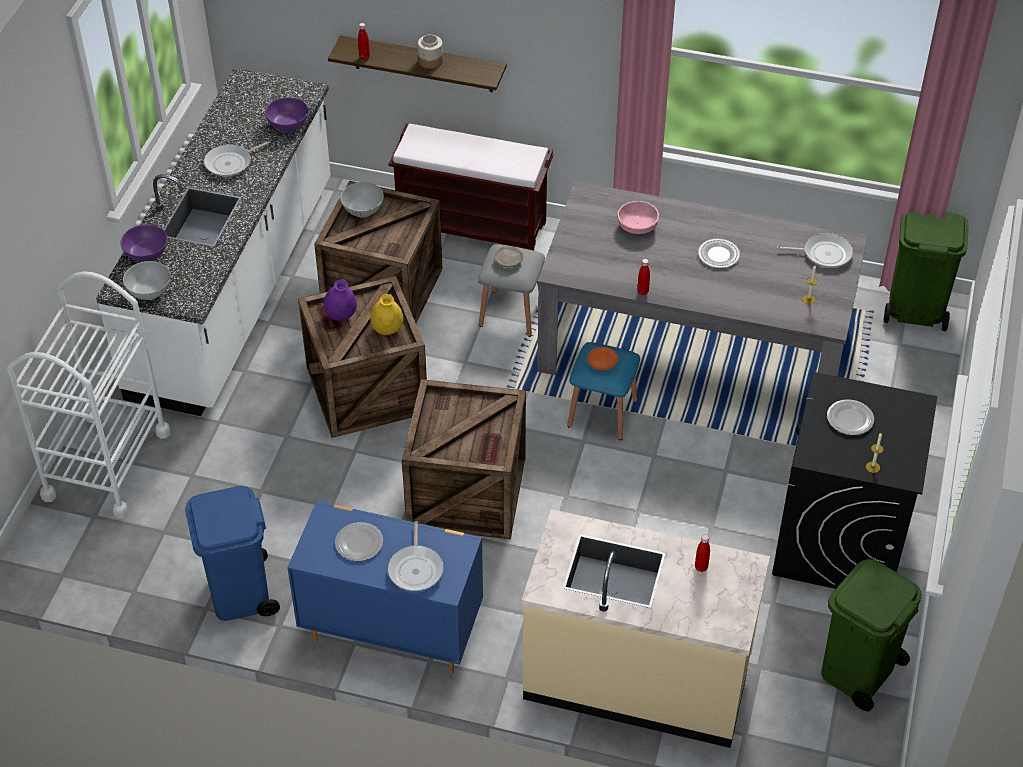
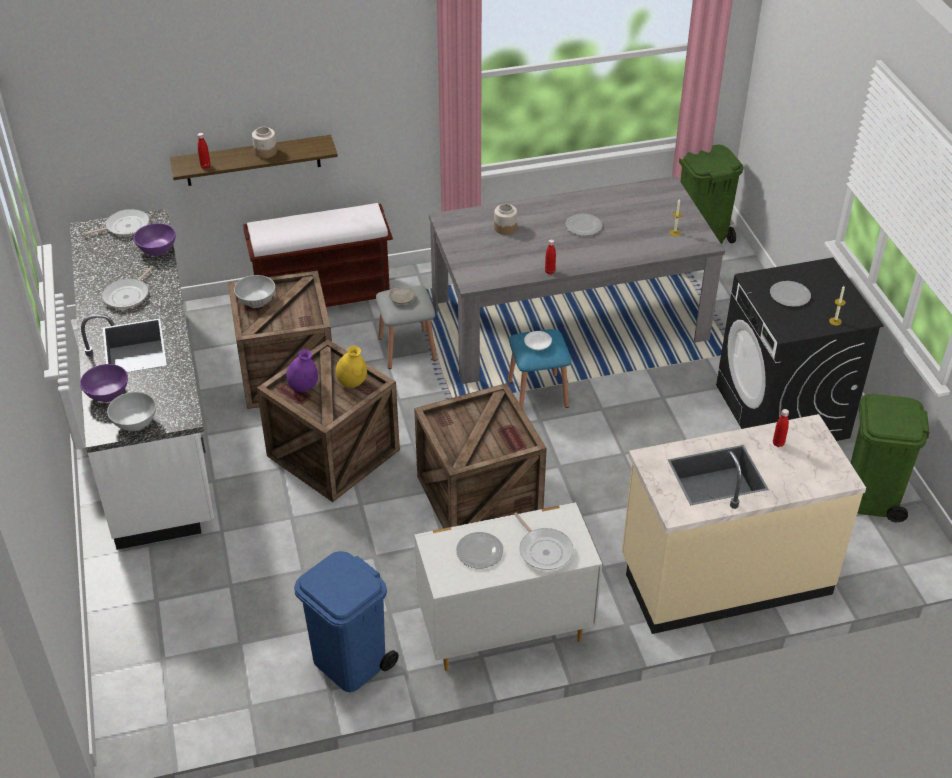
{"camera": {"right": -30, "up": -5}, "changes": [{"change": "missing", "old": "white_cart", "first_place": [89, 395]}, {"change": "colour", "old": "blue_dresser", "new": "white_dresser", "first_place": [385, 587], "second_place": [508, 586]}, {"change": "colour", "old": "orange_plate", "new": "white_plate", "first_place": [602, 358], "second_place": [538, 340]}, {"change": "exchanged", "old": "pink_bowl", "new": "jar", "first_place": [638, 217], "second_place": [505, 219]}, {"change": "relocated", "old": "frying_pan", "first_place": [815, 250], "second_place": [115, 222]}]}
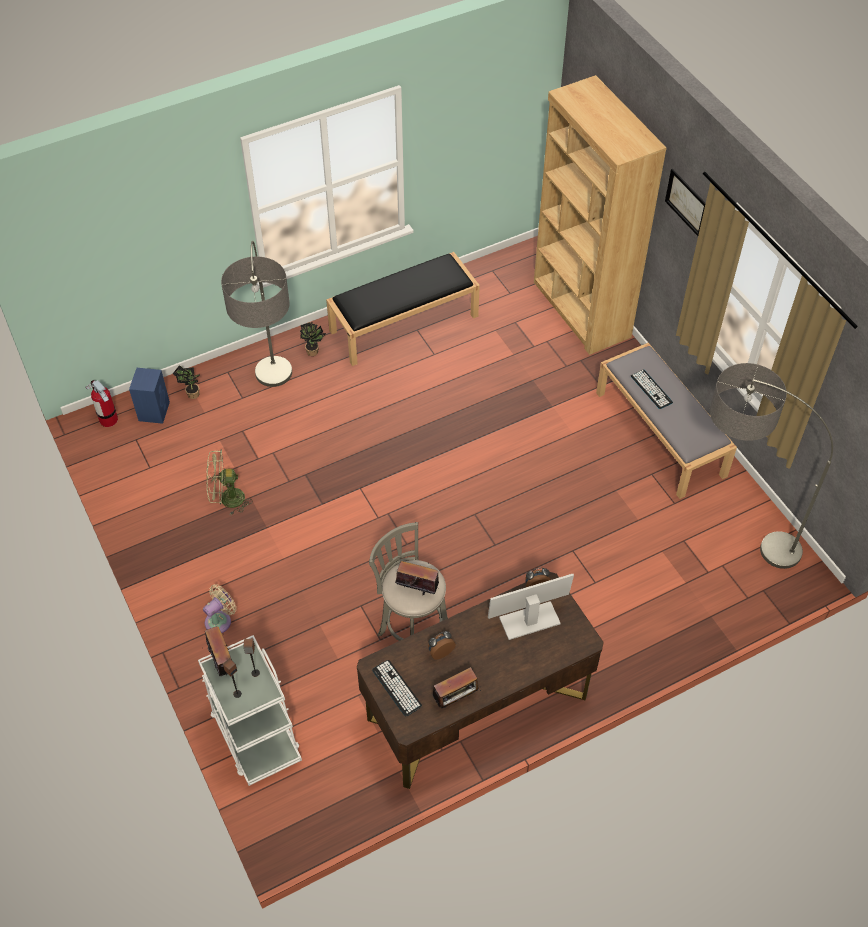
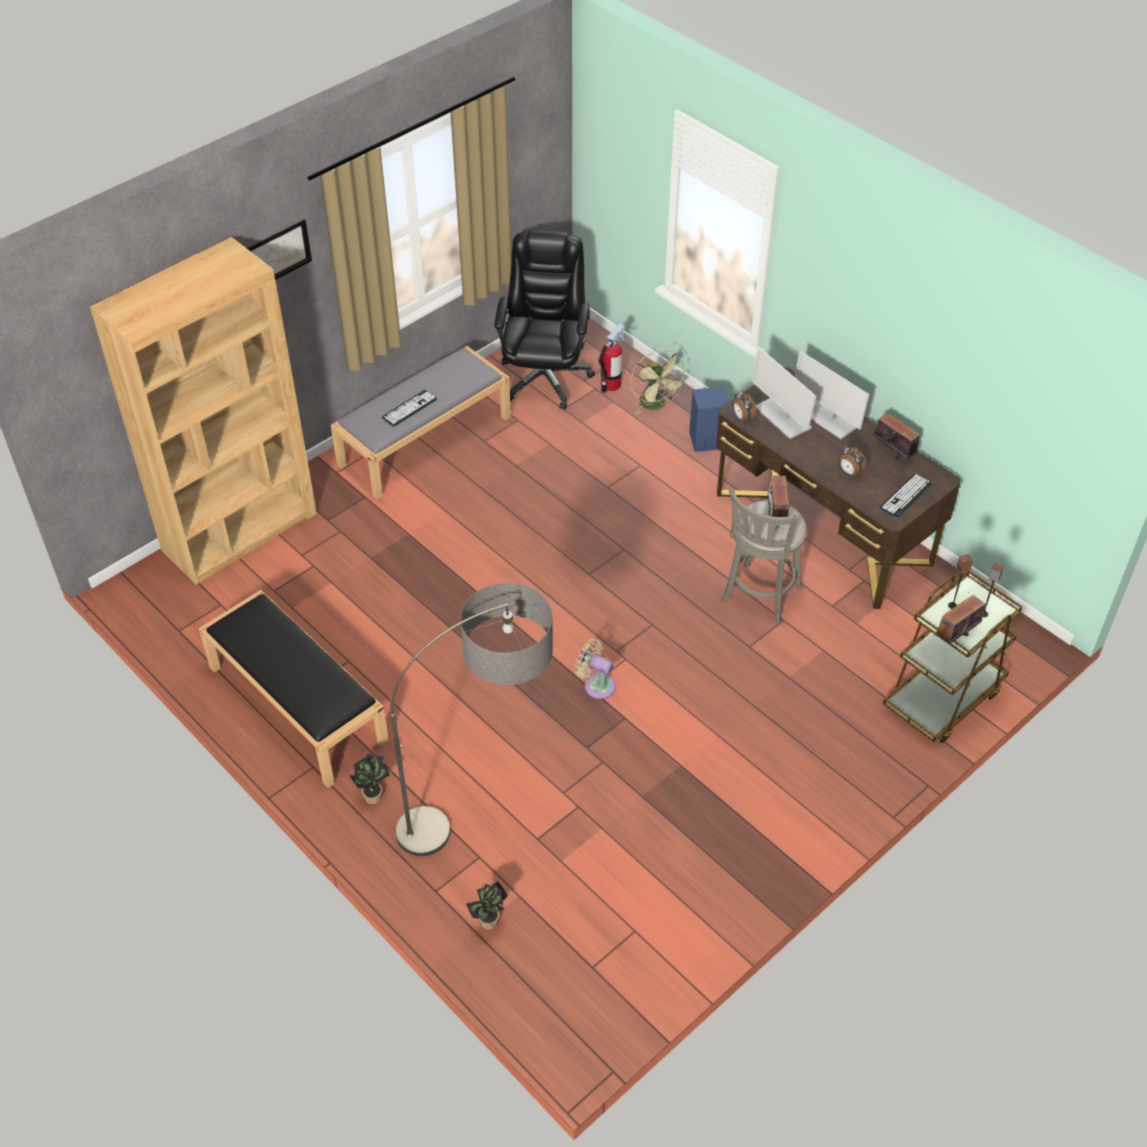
{"camera": {"right": -105, "up": -5}, "changes": [{"change": "relocated", "old": "fire_extinguisher", "first_place": [101, 403], "second_place": [612, 358]}, {"change": "relocated", "old": "blue_speaker", "first_place": [149, 396], "second_place": [709, 419]}, {"change": "colour", "old": "white_cart", "new": "brown_cart", "first_place": [250, 710], "second_place": [953, 657]}, {"change": "relocated", "old": "beige_fan", "first_place": [219, 608], "second_place": [595, 669]}, {"change": "relocated", "old": "green_fan", "first_place": [229, 482], "second_place": [658, 382]}, {"change": "exchanged", "old": "floor_lamp", "new": "black_office_chair", "first_place": [771, 466], "second_place": [544, 320]}, {"change": "appeared", "new": "monitor", "second_place": [832, 395]}]}
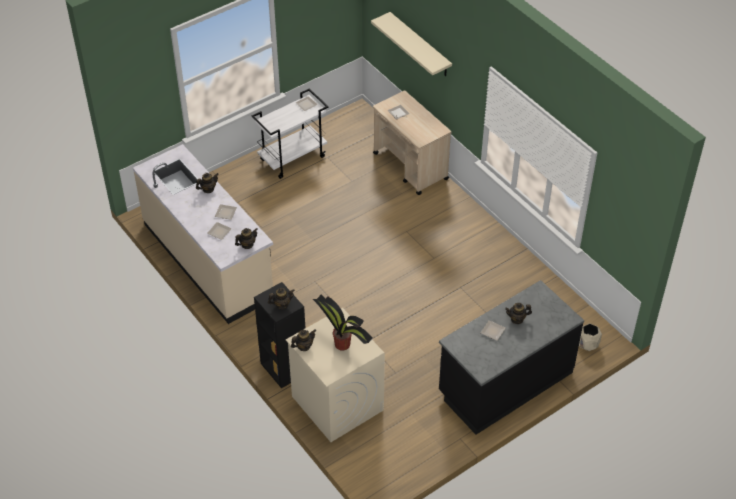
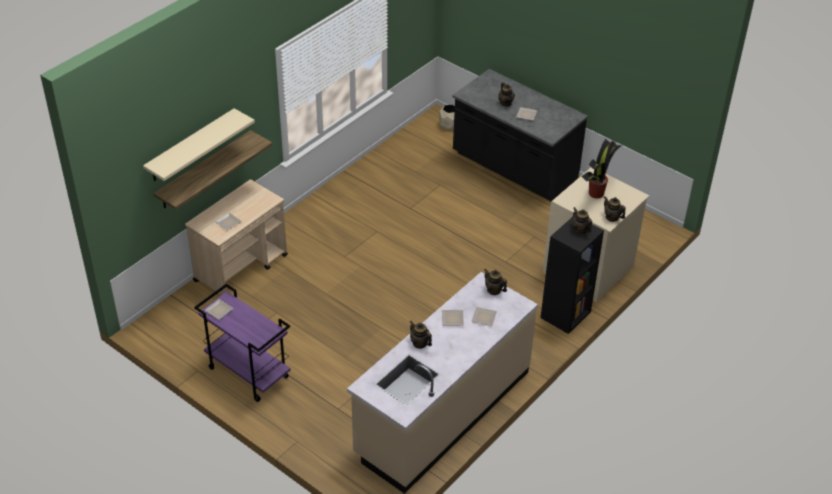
{"camera": {"right": -105, "up": -5}, "changes": [{"change": "colour", "old": "white_cart", "new": "purple_cart", "first_place": [290, 133], "second_place": [242, 343]}, {"change": "appeared", "new": "shelf", "second_place": [213, 170]}]}
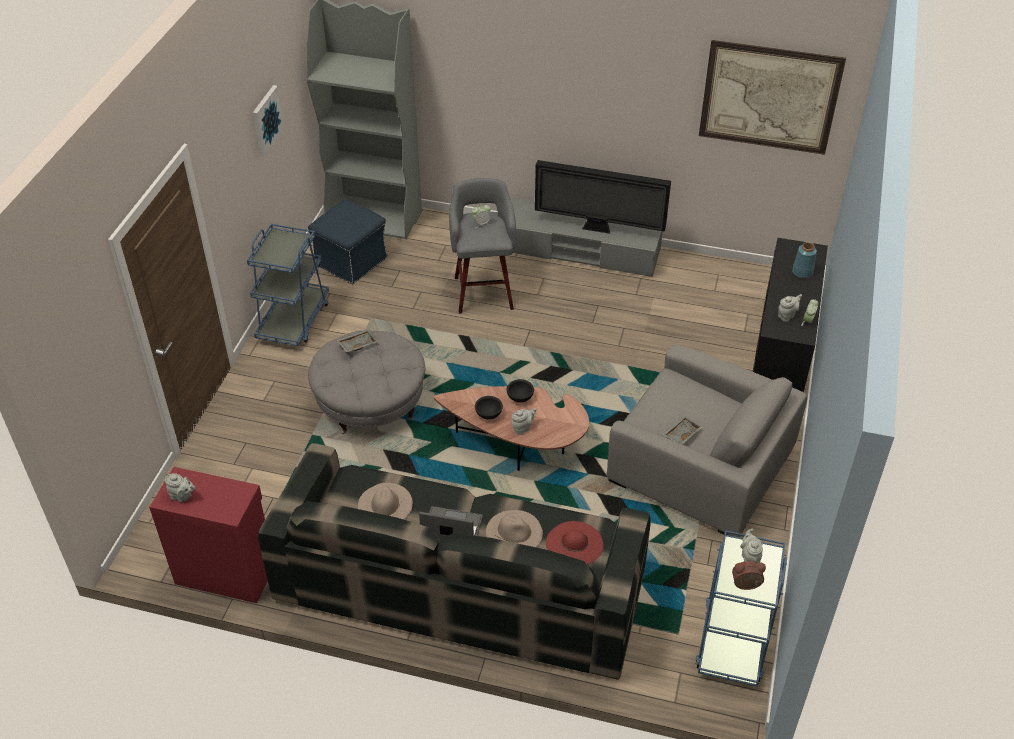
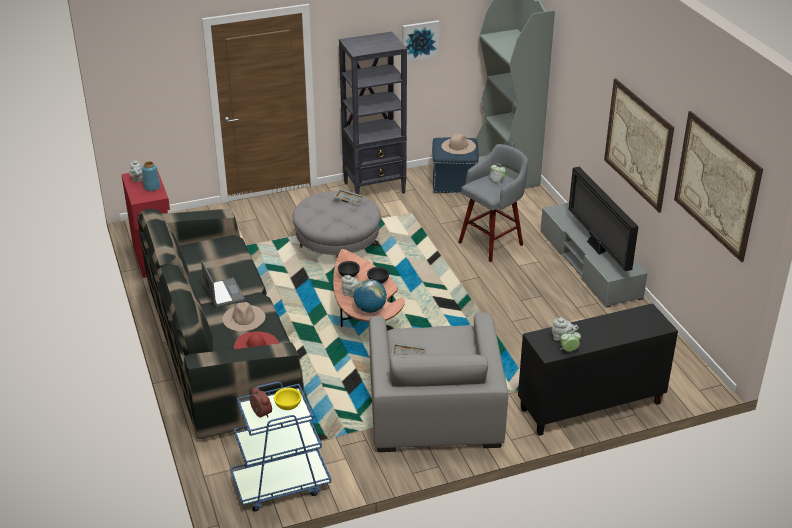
{"camera": {"right": 55, "up": -10}, "changes": [{"change": "exchanged", "old": "blue_cart", "new": "black_bookcase", "first_place": [288, 285], "second_place": [373, 112]}, {"change": "relocated", "old": "beige_hat", "first_place": [385, 501], "second_place": [458, 144]}, {"change": "exchanged", "old": "grey_teapot", "new": "yellow_bowl", "first_place": [751, 546], "second_place": [287, 399]}, {"change": "relocated", "old": "blue_vase", "first_place": [804, 260], "second_place": [151, 176]}, {"change": "appeared", "new": "globe", "second_place": [370, 296]}, {"change": "appeared", "new": "picture", "second_place": [639, 146]}]}
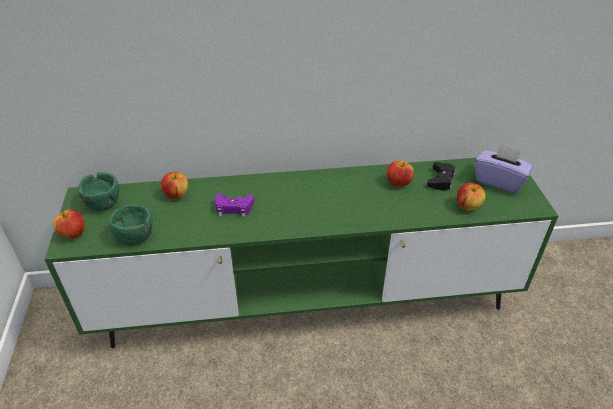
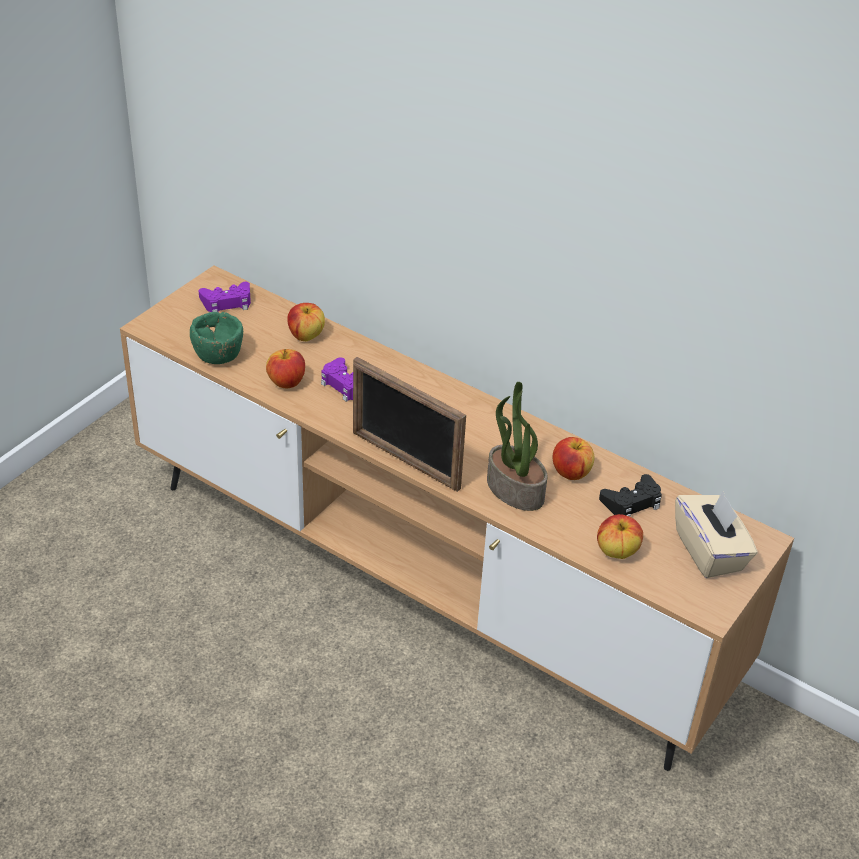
{"camera": {"right": 40, "up": 0}, "changes": [{"change": "colour", "old": "green_tv_stand", "new": "brown_tv_stand", "first_place": [301, 253], "second_place": [457, 518]}, {"change": "relocated", "old": "apple", "first_place": [69, 224], "second_place": [285, 368]}, {"change": "exchanged", "old": "green_bowl", "new": "purple_game_controller", "first_place": [98, 191], "second_place": [225, 297]}, {"change": "colour", "old": "purple_tissue_box", "new": "beige_tissue_box", "first_place": [504, 168], "second_place": [716, 534]}, {"change": "appeared", "new": "picture_frame", "second_place": [409, 424]}, {"change": "appeared", "new": "potted_plant", "second_place": [517, 446]}]}
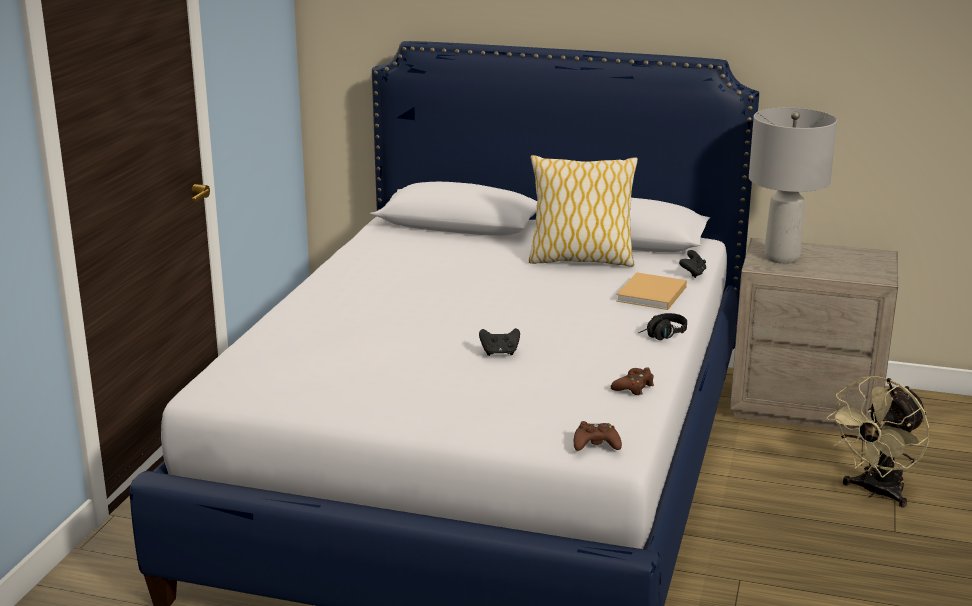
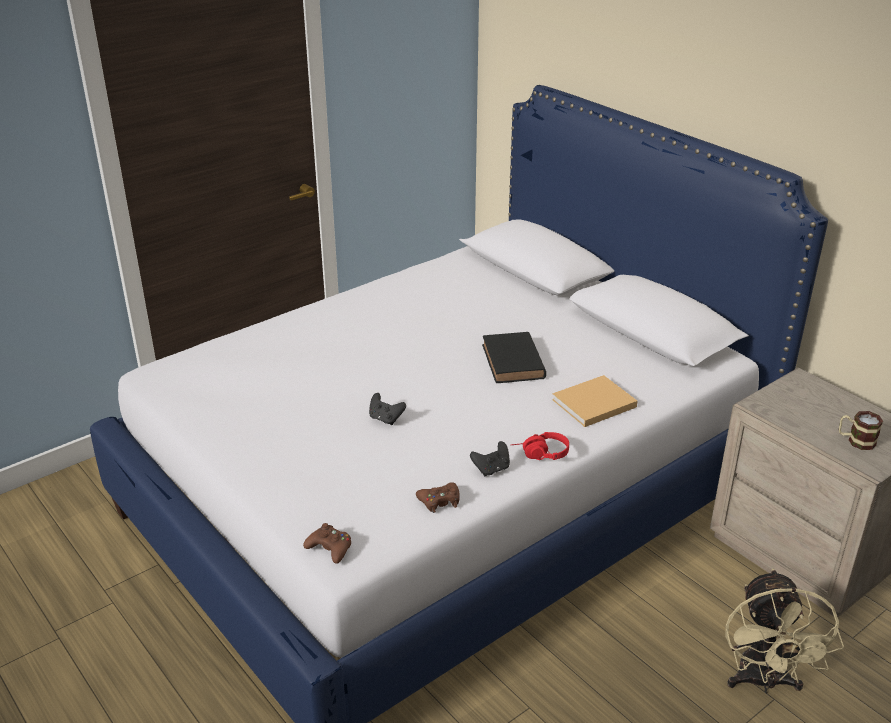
{"camera": {"right": 35, "up": 10}, "changes": [{"change": "missing", "old": "pillow", "first_place": [583, 211]}, {"change": "colour", "old": "black_headphones", "new": "red_headphones", "first_place": [662, 326], "second_place": [540, 446]}, {"change": "relocated", "old": "black_game_controller", "first_place": [692, 264], "second_place": [490, 458]}, {"change": "missing", "old": "grey_table_lamp", "first_place": [793, 186]}, {"change": "spun", "old": "beige_fan", "first_place": [877, 441], "second_place": [784, 631], "degrees": -75}, {"change": "appeared", "new": "black_book", "second_place": [514, 357]}, {"change": "appeared", "new": "mug", "second_place": [861, 430]}]}
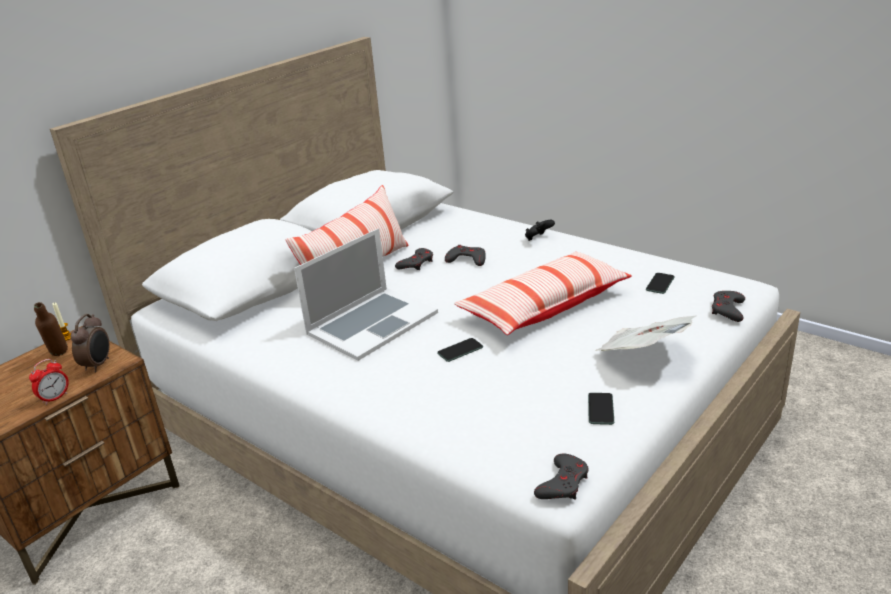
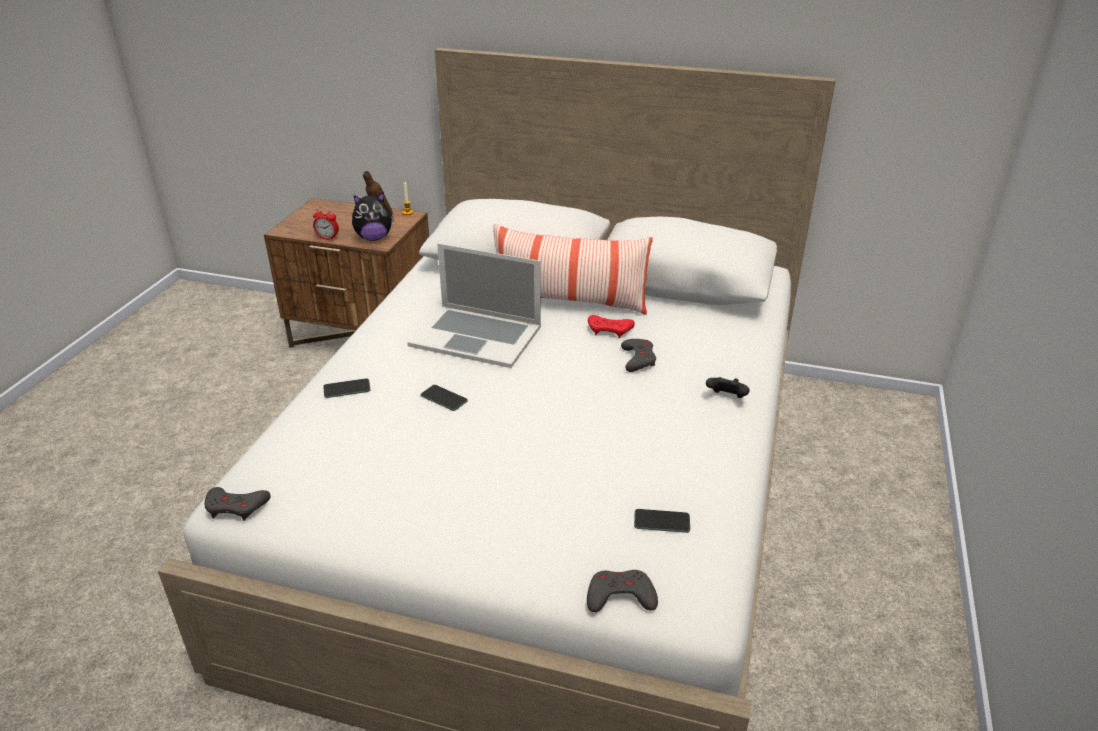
{"camera": {"right": 65, "up": 5}, "changes": [{"change": "exchanged", "old": "alarm_clock", "new": "plush_toy", "first_place": [90, 343], "second_place": [373, 216]}, {"change": "colour", "old": "grey_game_controller", "new": "red_game_controller", "first_place": [414, 259], "second_place": [611, 326]}, {"change": "missing", "old": "pillow", "first_place": [543, 293]}, {"change": "relocated", "old": "phone", "first_place": [601, 409], "second_place": [347, 388]}, {"change": "missing", "old": "newspaper", "first_place": [645, 333]}]}
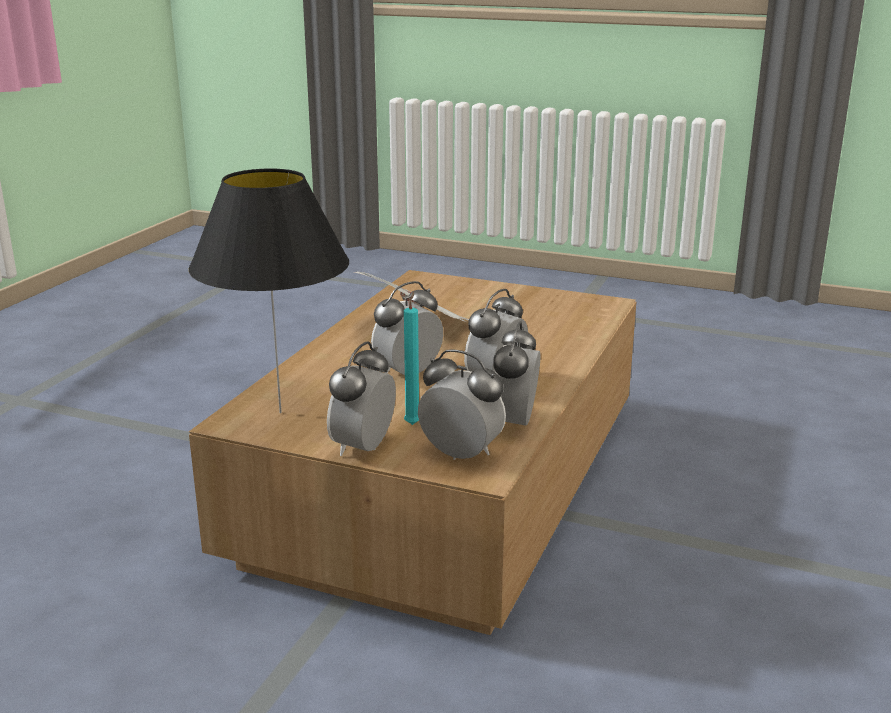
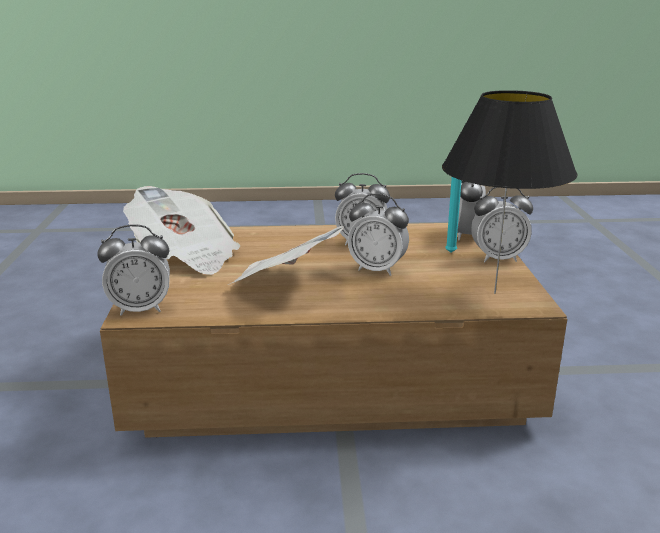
{"camera": {"right": -115, "up": 0}, "changes": [{"change": "relocated", "old": "alarm_clock", "first_place": [517, 373], "second_place": [133, 270]}, {"change": "appeared", "new": "newspaper", "second_place": [181, 230]}]}
